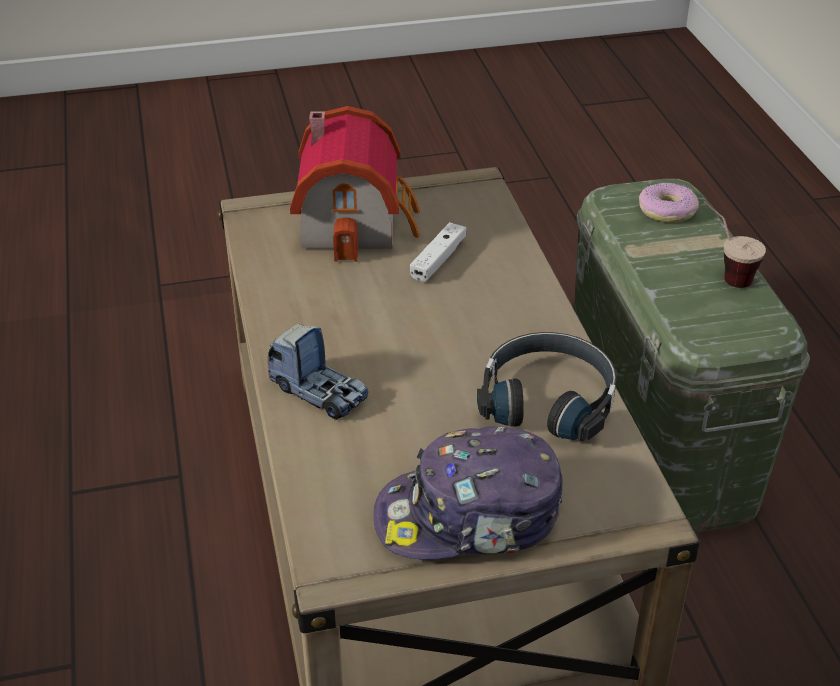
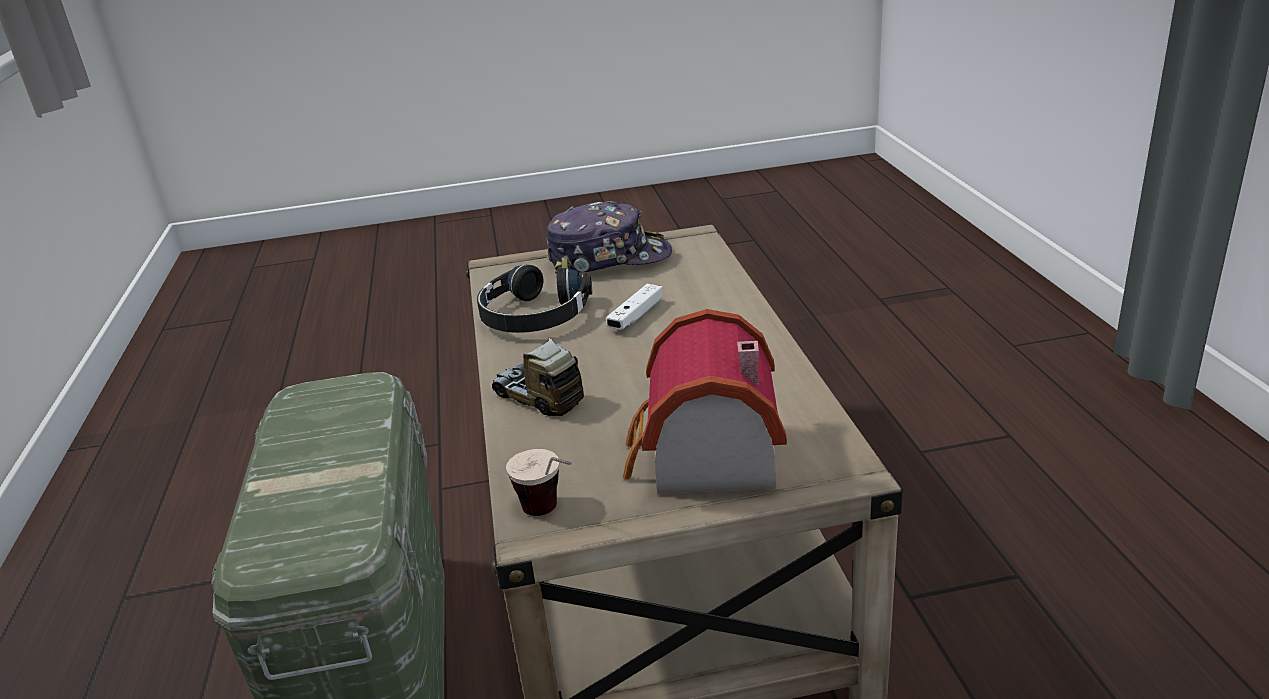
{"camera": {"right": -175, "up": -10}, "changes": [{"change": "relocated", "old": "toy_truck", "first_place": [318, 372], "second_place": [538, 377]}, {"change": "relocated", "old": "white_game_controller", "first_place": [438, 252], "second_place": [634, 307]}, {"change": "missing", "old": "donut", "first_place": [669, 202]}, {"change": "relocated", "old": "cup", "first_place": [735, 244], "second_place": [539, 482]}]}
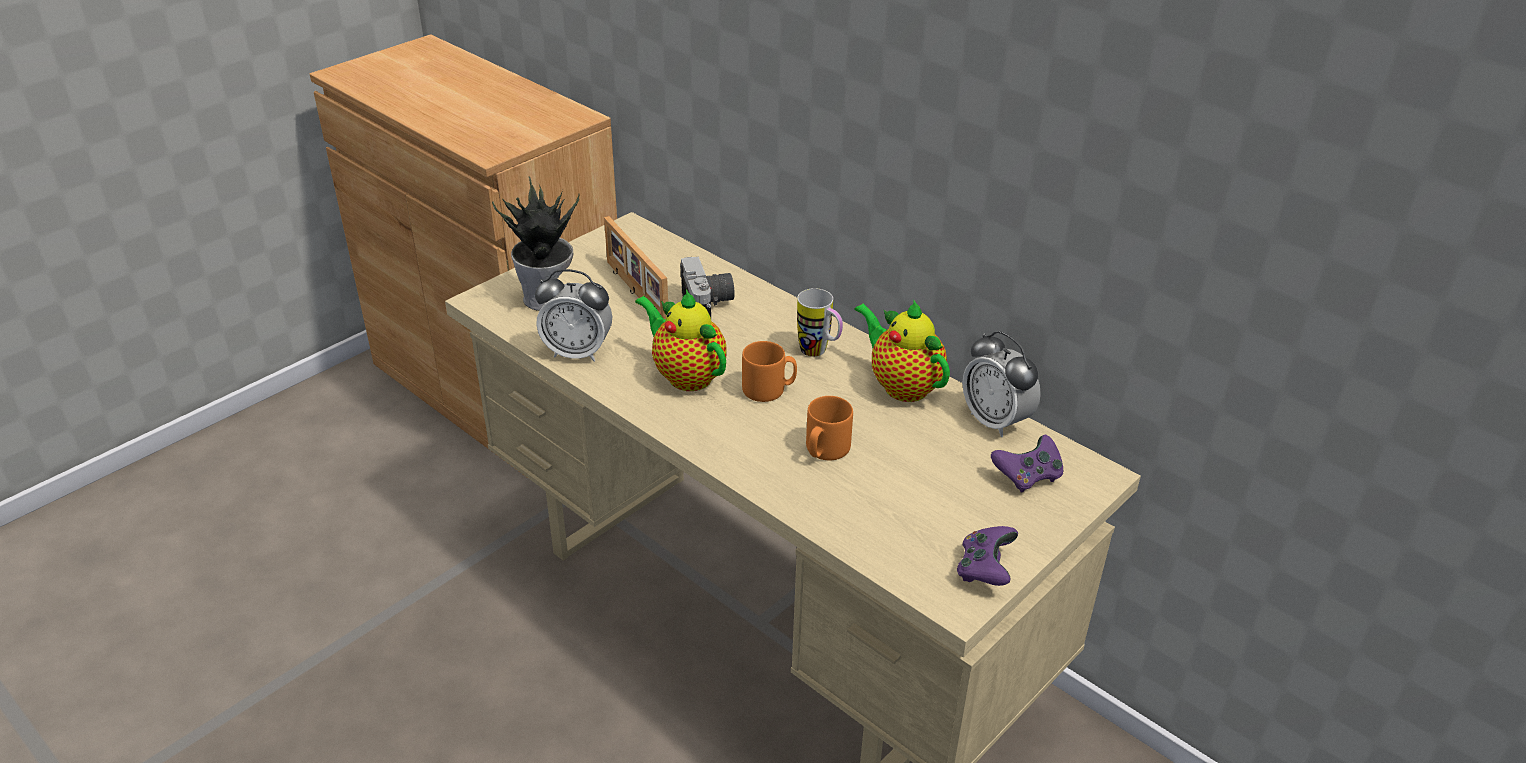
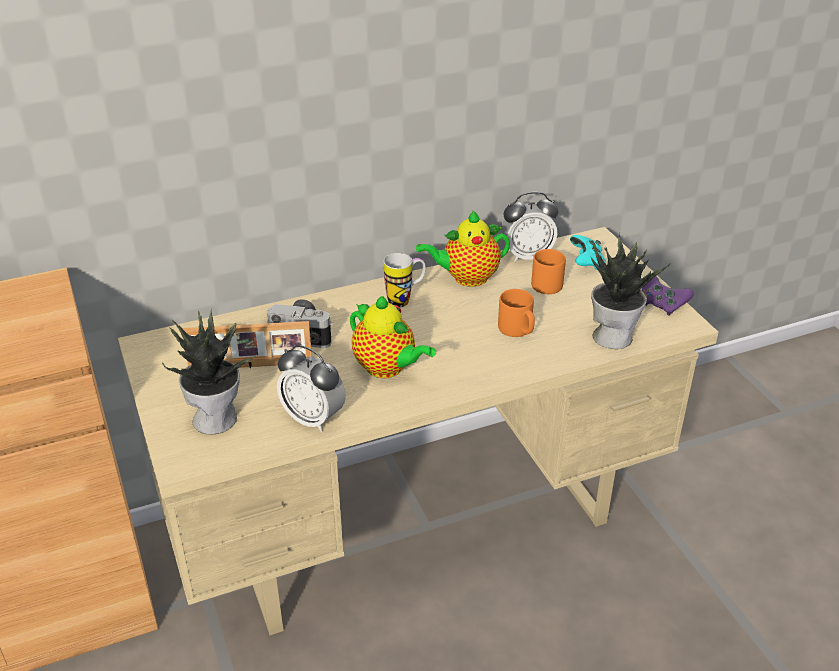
{"camera": {"right": -65, "up": 0}, "changes": [{"change": "spun", "old": "alarm_clock", "first_place": [573, 315], "second_place": [311, 388], "degrees": 90}, {"change": "spun", "old": "teapot", "first_place": [680, 340], "second_place": [393, 337], "degrees": -120}, {"change": "relocated", "old": "orange_mug", "first_place": [769, 371], "second_place": [548, 271]}, {"change": "colour", "old": "purple_game_controller", "new": "turquoise_game_controller", "first_place": [1027, 463], "second_place": [588, 252]}, {"change": "appeared", "new": "potted_plant", "second_place": [630, 290]}]}
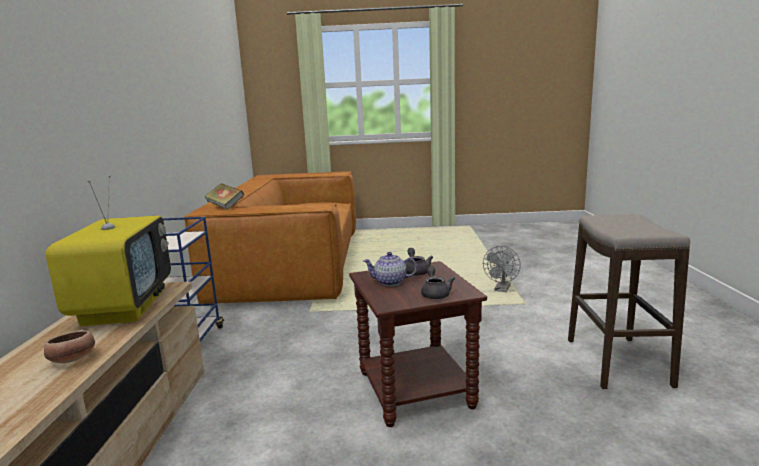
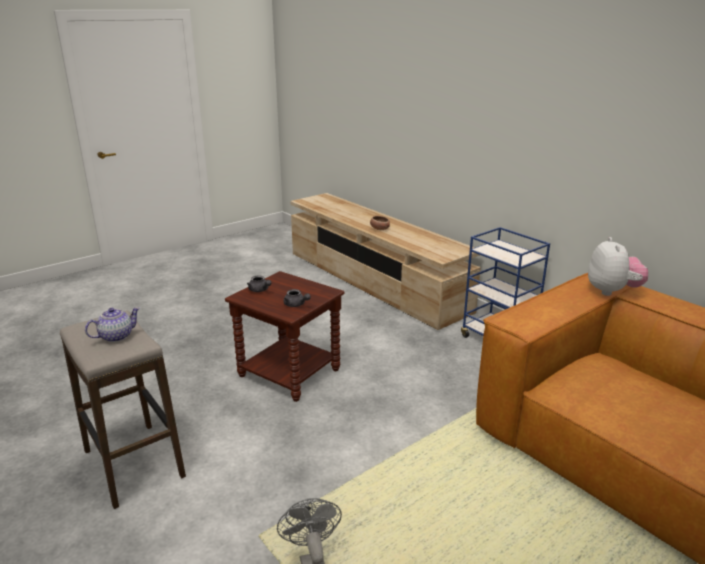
{"camera": {"right": 140, "up": 10}, "changes": [{"change": "missing", "old": "television", "first_place": [108, 250]}, {"change": "exchanged", "old": "book", "new": "plush_toy", "first_place": [224, 196], "second_place": [618, 266]}, {"change": "relocated", "old": "teapot", "first_place": [390, 269], "second_place": [112, 324]}]}
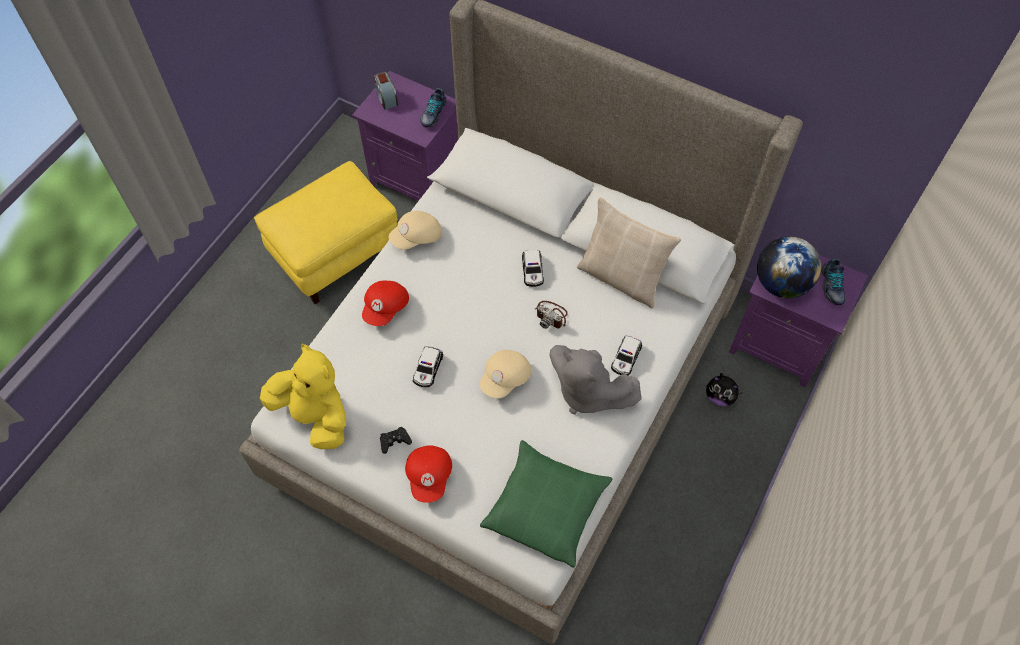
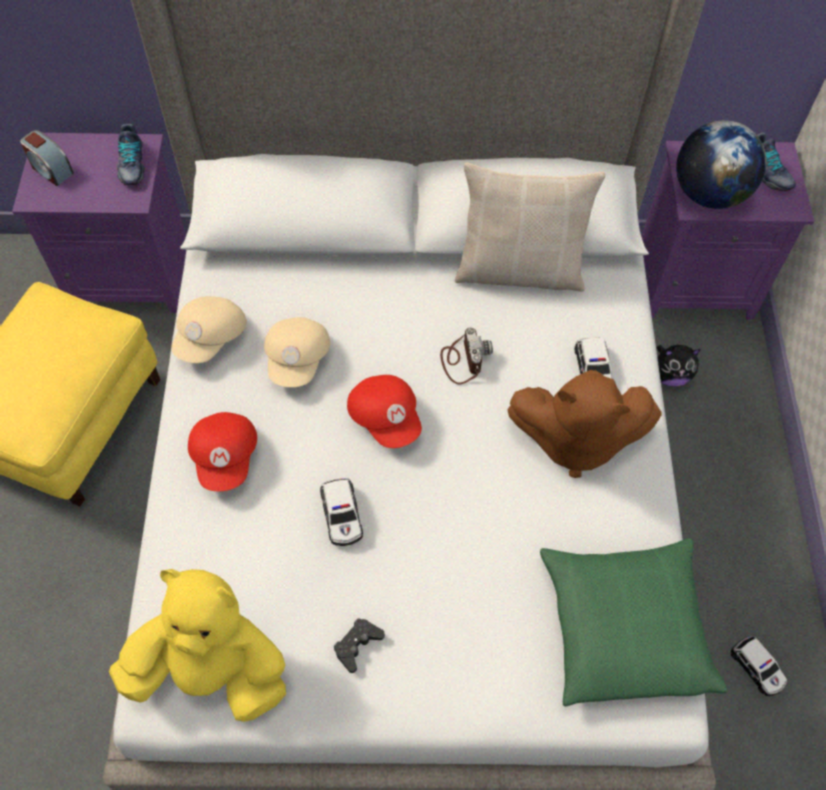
{"camera": {"right": -30, "up": 0}, "changes": [{"change": "relocated", "old": "red_cap", "first_place": [428, 474], "second_place": [384, 411]}, {"change": "relocated", "old": "beige_cap", "first_place": [505, 374], "second_place": [297, 352]}, {"change": "relocated", "old": "toy_car", "first_place": [533, 268], "second_place": [759, 666]}, {"change": "spun", "old": "photo_camera", "first_place": [551, 315], "second_place": [466, 356], "degrees": -105}, {"change": "colour", "old": "grey_plush_toy", "new": "brown_plush_toy", "first_place": [595, 380], "second_place": [584, 424]}]}
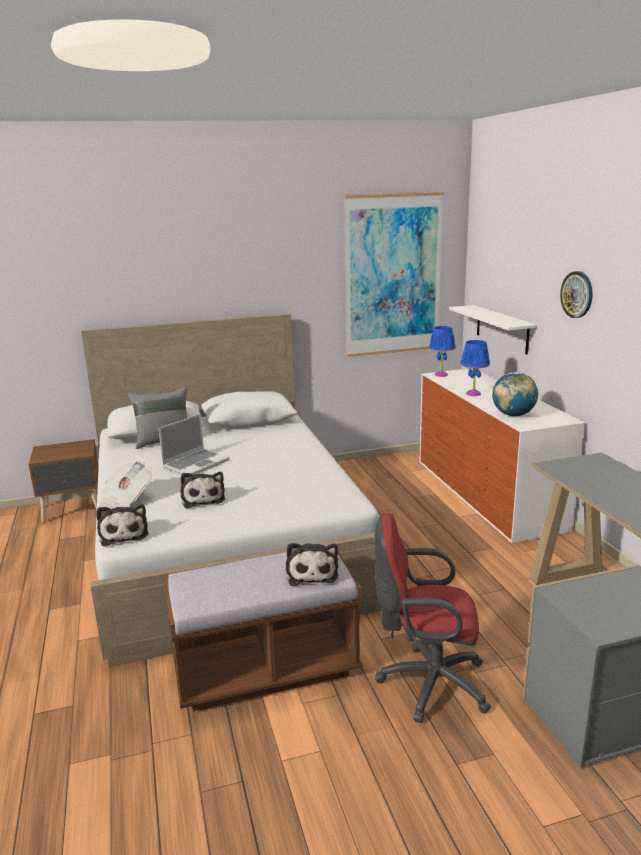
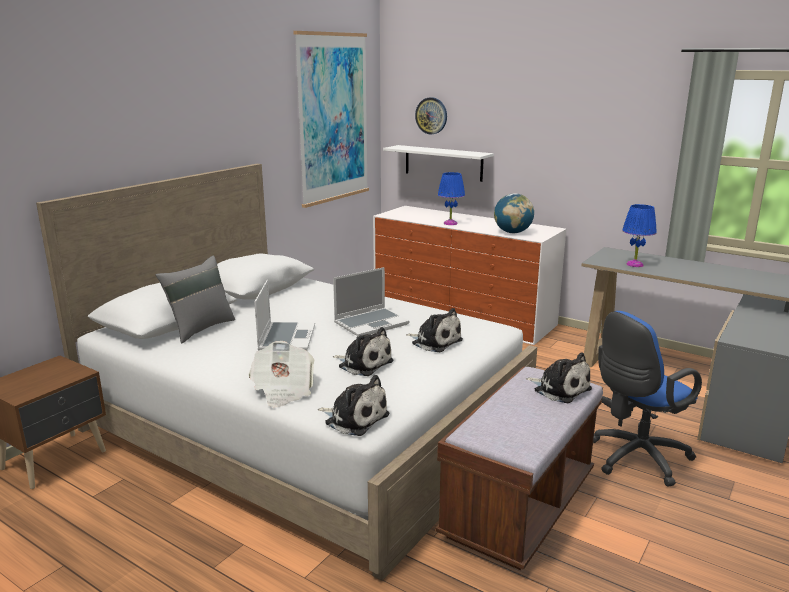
{"camera": {"right": -40, "up": 0}, "changes": [{"change": "colour", "old": "red_office_chair", "new": "blue_office_chair", "first_place": [433, 618], "second_place": [647, 399]}, {"change": "relocated", "old": "blue_table_lamp", "first_place": [442, 351], "second_place": [639, 235]}, {"change": "relocated", "old": "wall_clock", "first_place": [576, 294], "second_place": [431, 116]}, {"change": "appeared", "new": "laptop", "second_place": [371, 301]}, {"change": "appeared", "new": "plush_toy", "second_place": [434, 330]}]}
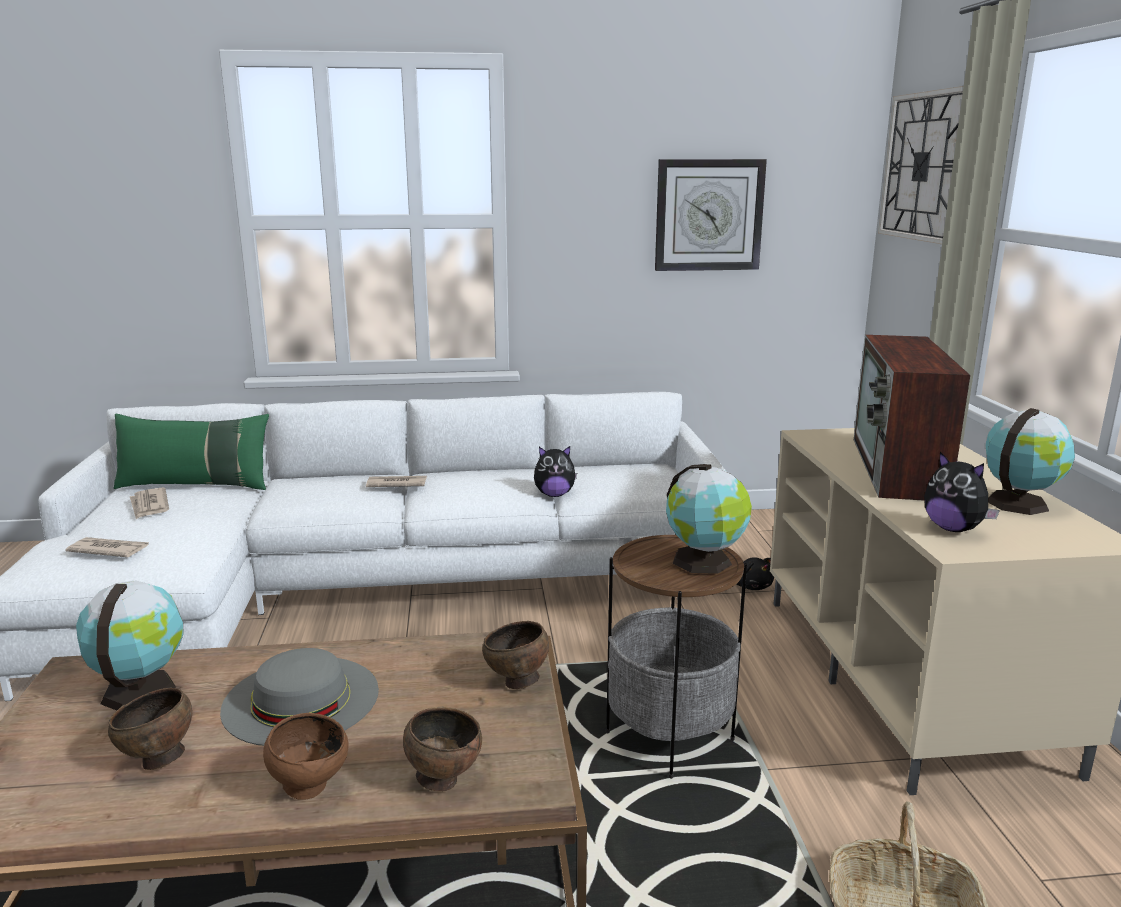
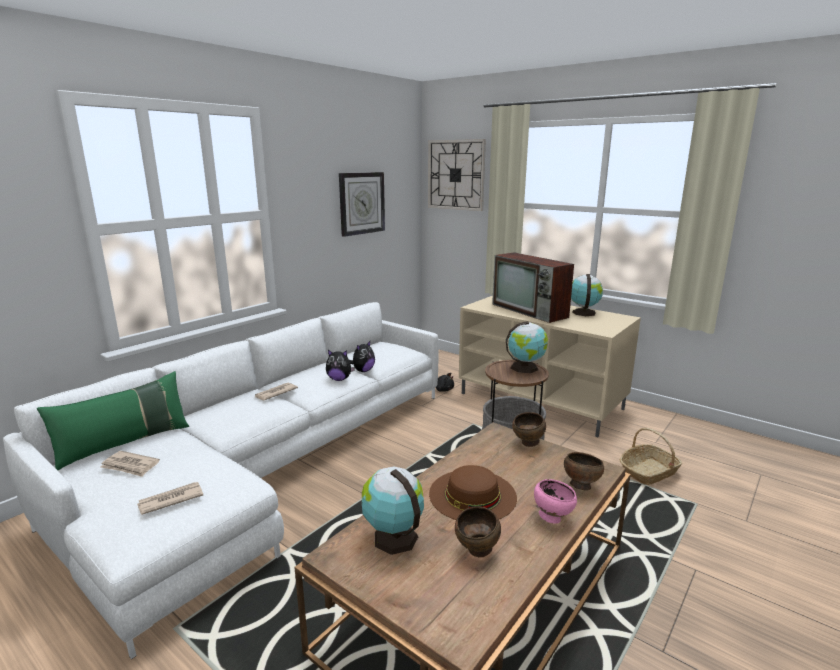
{"camera": {"right": -45, "up": 0}, "changes": [{"change": "colour", "old": "grey_hat", "new": "brown_hat", "first_place": [299, 697], "second_place": [473, 492]}, {"change": "colour", "old": "brown_bowl", "new": "pink_bowl", "first_place": [306, 756], "second_place": [555, 501]}, {"change": "relocated", "old": "plush_toy", "first_place": [962, 492], "second_place": [340, 365]}]}
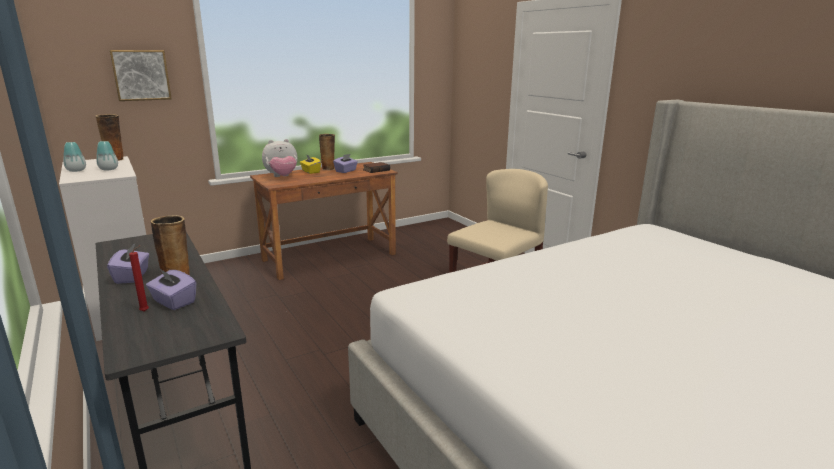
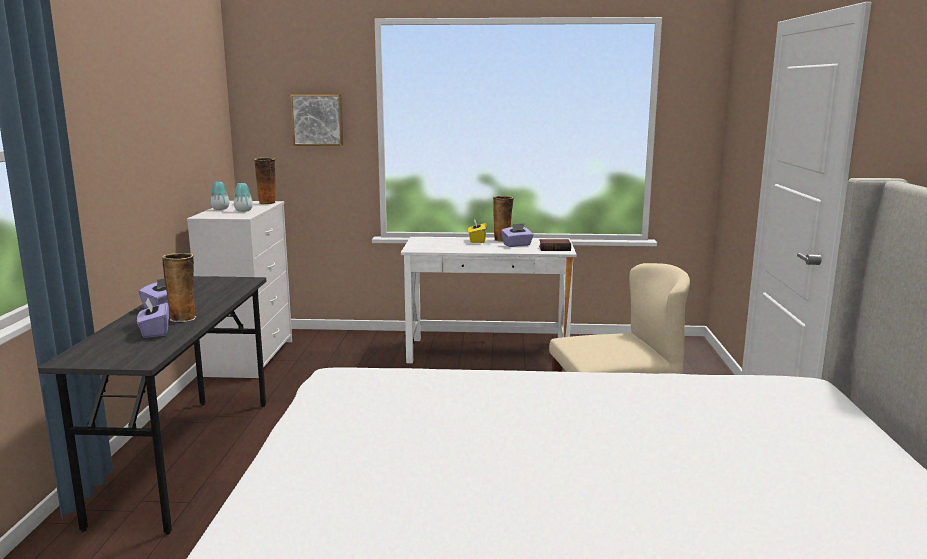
{"camera": {"right": 35, "up": -5}, "changes": [{"change": "missing", "old": "red_candle", "first_place": [139, 278]}, {"change": "colour", "old": "brown_desk", "new": "white_desk", "first_place": [324, 221], "second_place": [489, 300]}, {"change": "missing", "old": "plush_toy", "first_place": [280, 158]}]}
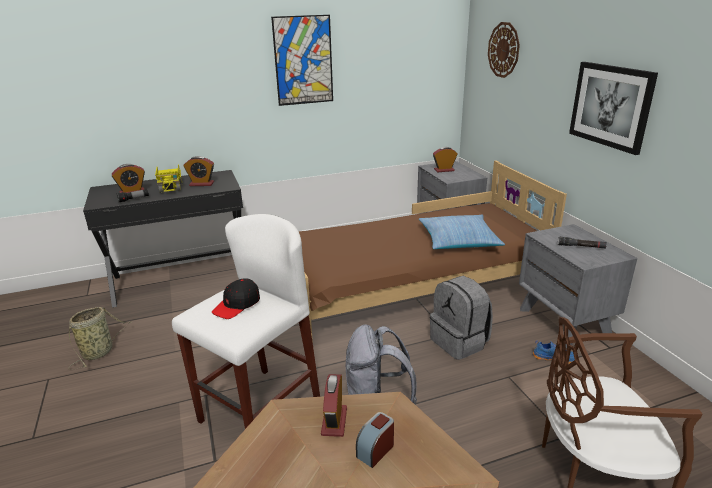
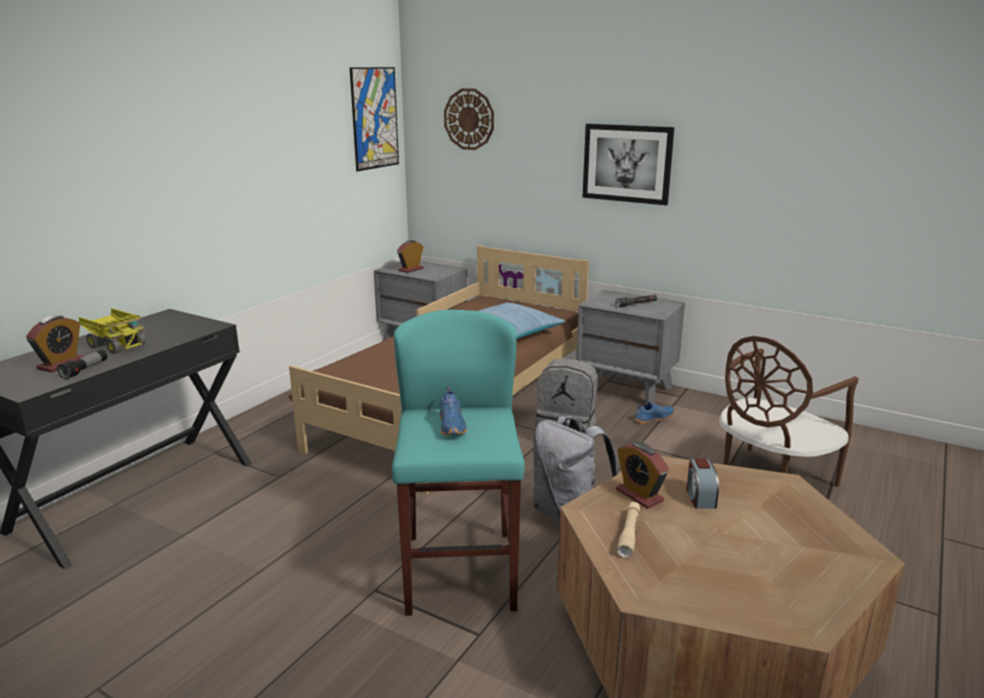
{"camera": {"right": -40, "up": -5}, "changes": [{"change": "missing", "old": "basket", "first_place": [99, 338]}, {"change": "colour", "old": "white_stool", "new": "turquoise_stool", "first_place": [246, 321], "second_place": [458, 463]}, {"change": "missing", "old": "alarm_clock", "first_place": [199, 171]}, {"change": "exchanged", "old": "black_cap", "new": "blue_shoe", "first_place": [236, 298], "second_place": [453, 411]}, {"change": "relocated", "old": "picture", "first_place": [302, 60], "second_place": [374, 119]}, {"change": "appeared", "new": "beige_flashlight", "second_place": [628, 530]}]}
